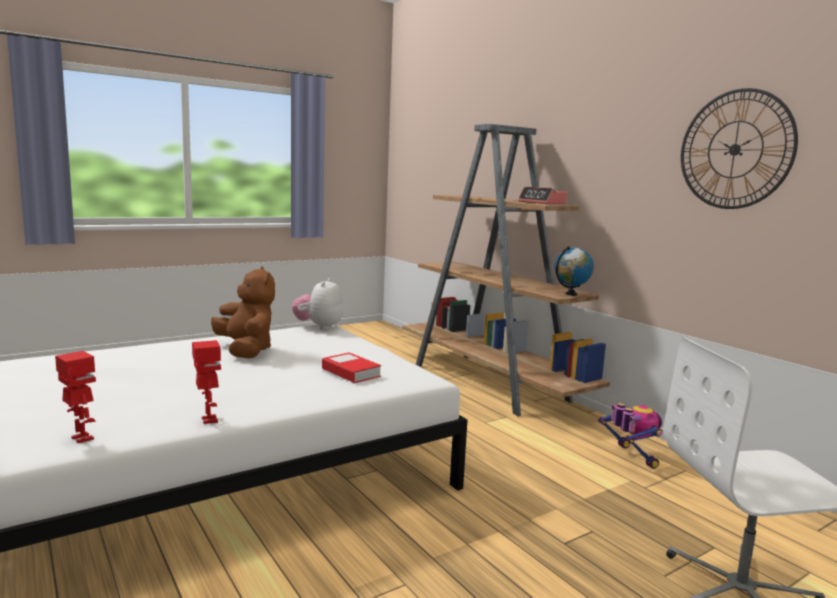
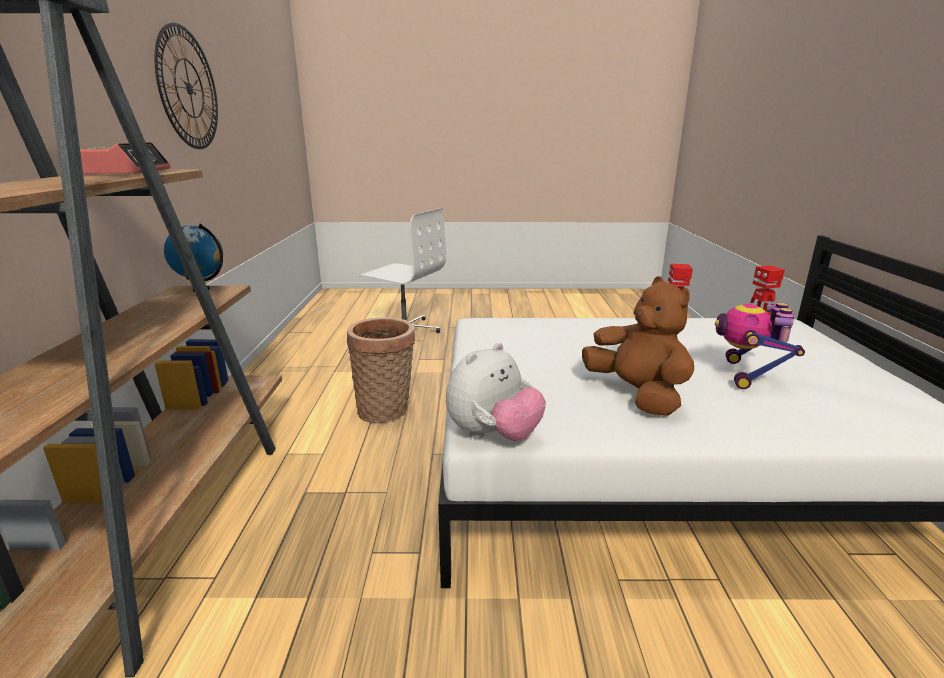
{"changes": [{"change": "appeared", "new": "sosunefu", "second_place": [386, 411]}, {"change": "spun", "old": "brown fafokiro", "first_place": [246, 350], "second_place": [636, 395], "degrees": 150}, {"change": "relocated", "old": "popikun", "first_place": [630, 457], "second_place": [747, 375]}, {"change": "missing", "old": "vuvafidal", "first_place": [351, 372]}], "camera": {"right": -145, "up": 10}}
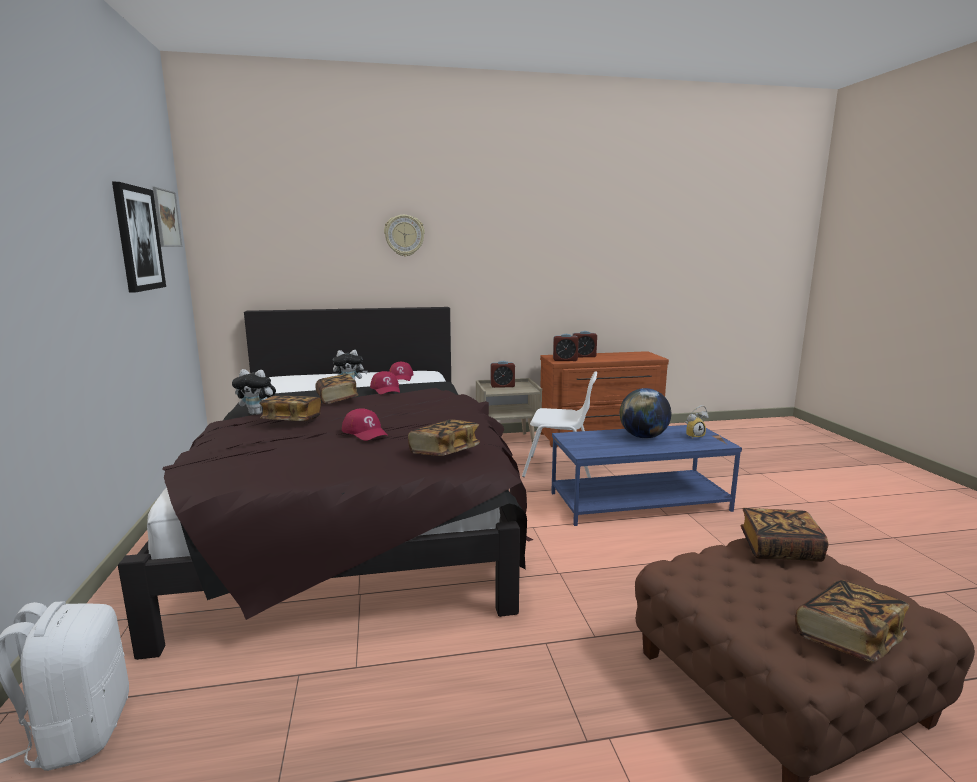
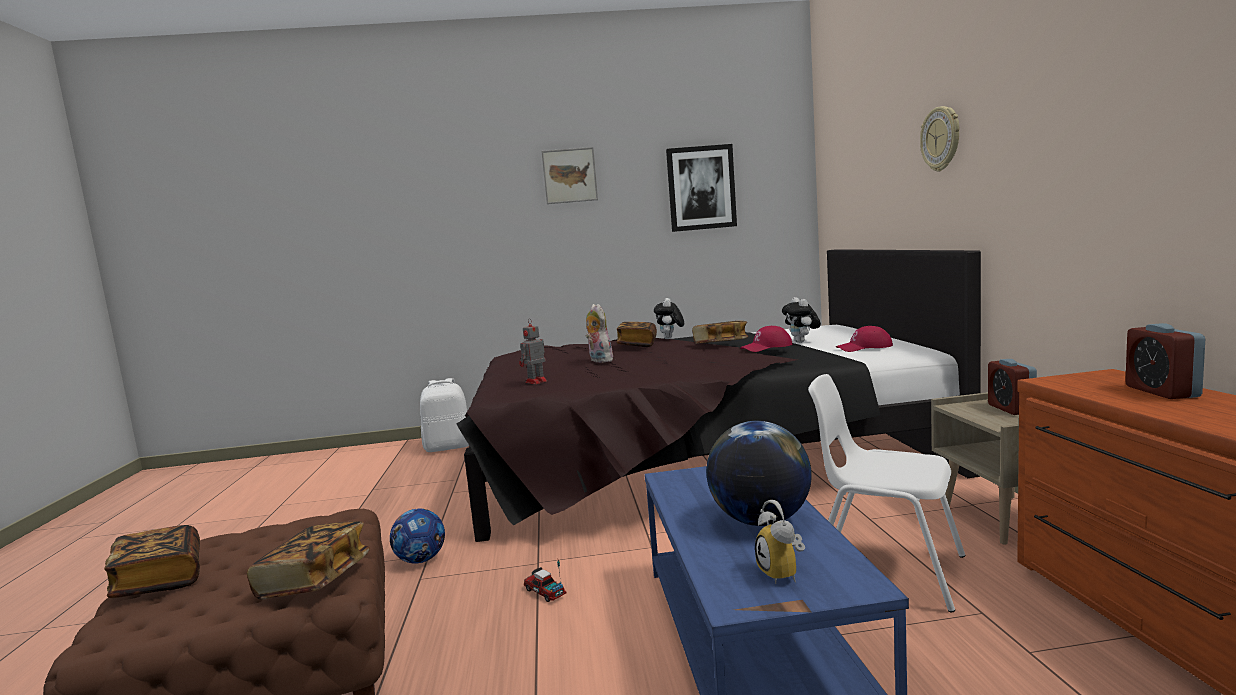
{"changes": [{"change": "appeared", "new": "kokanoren", "second_place": [421, 560]}, {"change": "exchanged", "old": "vuvafidal", "new": "popikun", "first_place": [444, 452], "second_place": [535, 382]}, {"change": "appeared", "new": "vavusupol", "second_place": [544, 592]}, {"change": "relocated", "old": "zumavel", "first_place": [166, 218], "second_place": [569, 175]}, {"change": "exchanged", "old": "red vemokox", "new": "fafokiro", "first_place": [365, 432], "second_place": [599, 361]}, {"change": "spun", "old": "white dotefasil", "first_place": [560, 469], "second_place": [884, 569], "degrees": 105}, {"change": "missing", "old": "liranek", "first_place": [565, 360]}], "camera": {"right": 95, "up": -5}}
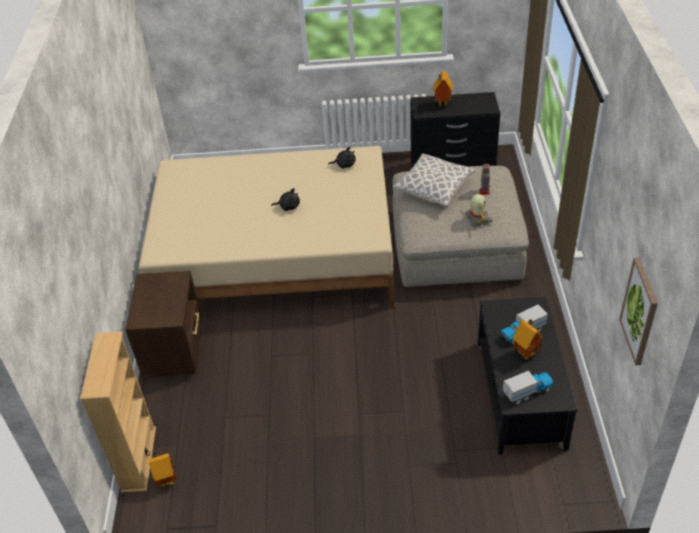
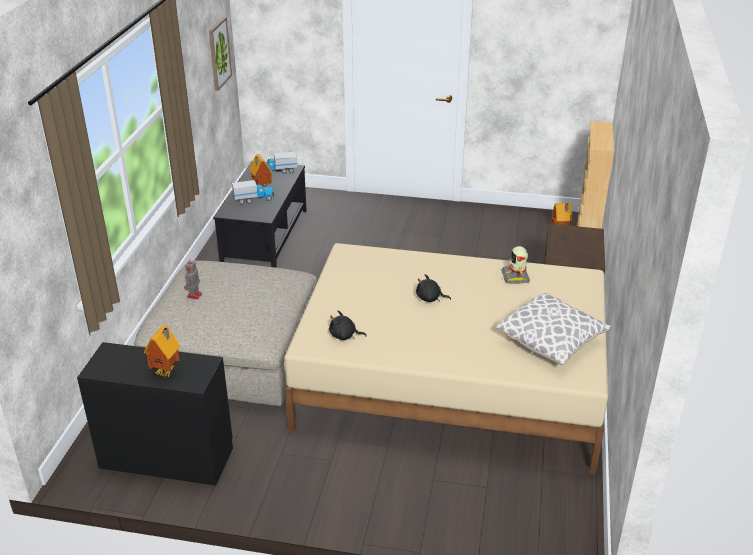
{"changes": [{"change": "relocated", "old": "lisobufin", "first_place": [434, 189], "second_place": [551, 341]}, {"change": "relocated", "old": "popikun", "first_place": [477, 219], "second_place": [516, 277]}], "camera": {"right": -170, "up": -10}}
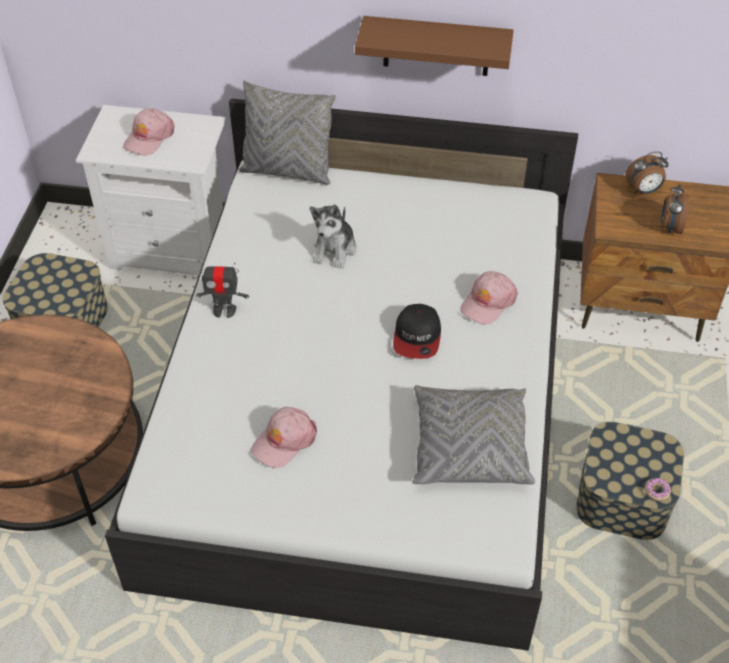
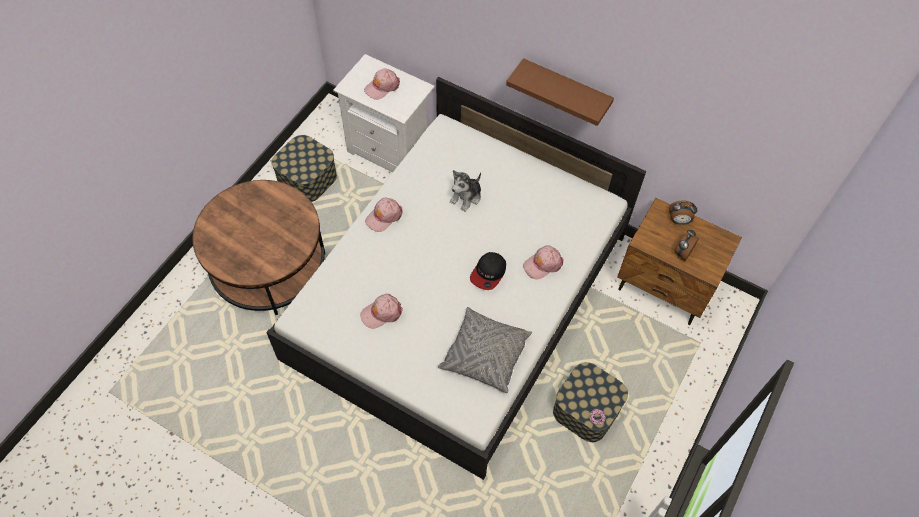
{"changes": [{"change": "exchanged", "old": "popikun", "new": "pink vemokox", "first_place": [224, 310], "second_place": [384, 216]}, {"change": "missing", "old": "grey lisobufin", "first_place": [287, 171]}], "camera": {"right": 20, "up": 10}}
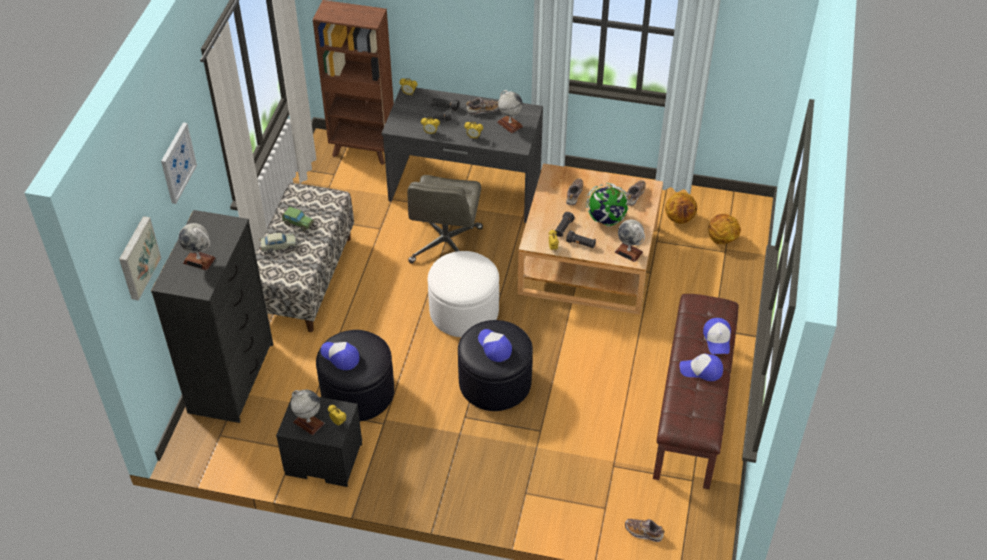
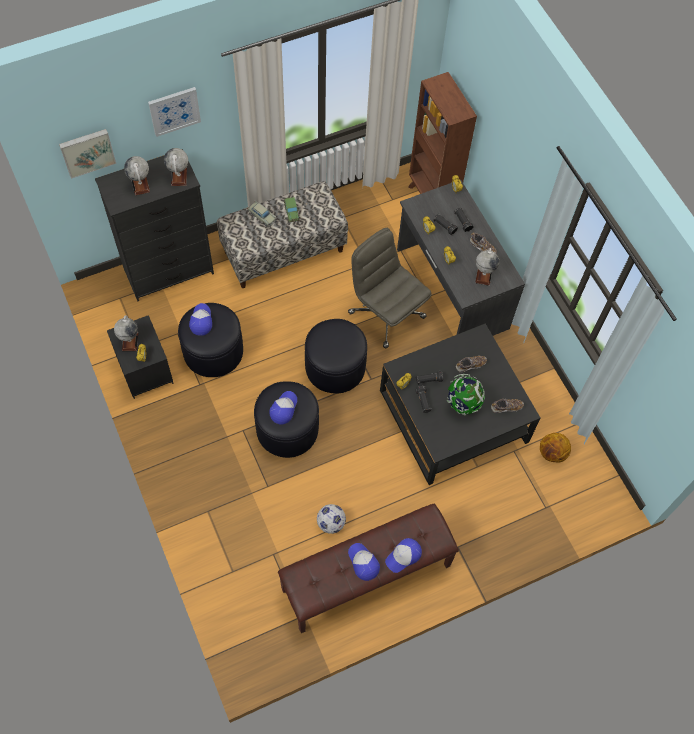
{"changes": [{"change": "relocated", "old": "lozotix", "first_place": [628, 252], "second_place": [179, 177]}, {"change": "colour", "old": "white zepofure", "new": "black zepofure", "first_place": [464, 311], "second_place": [335, 367]}, {"change": "appeared", "new": "kokanoren", "second_place": [331, 523]}, {"change": "spun", "old": "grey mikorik", "first_place": [446, 246], "second_place": [386, 314], "degrees": 75}, {"change": "colour", "old": "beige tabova", "new": "black tabova", "first_place": [588, 259], "second_place": [453, 416]}, {"change": "missing", "old": "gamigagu", "first_place": [643, 532]}, {"change": "missing", "old": "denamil", "first_place": [721, 239]}], "camera": {"right": 50, "up": 15}}
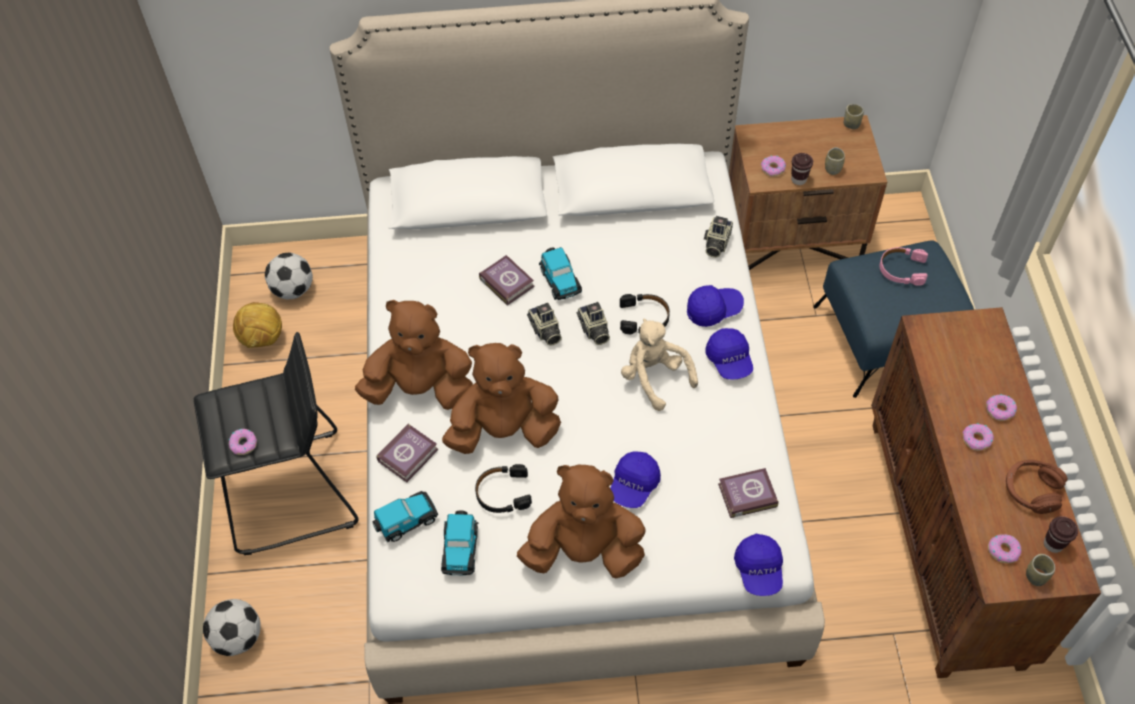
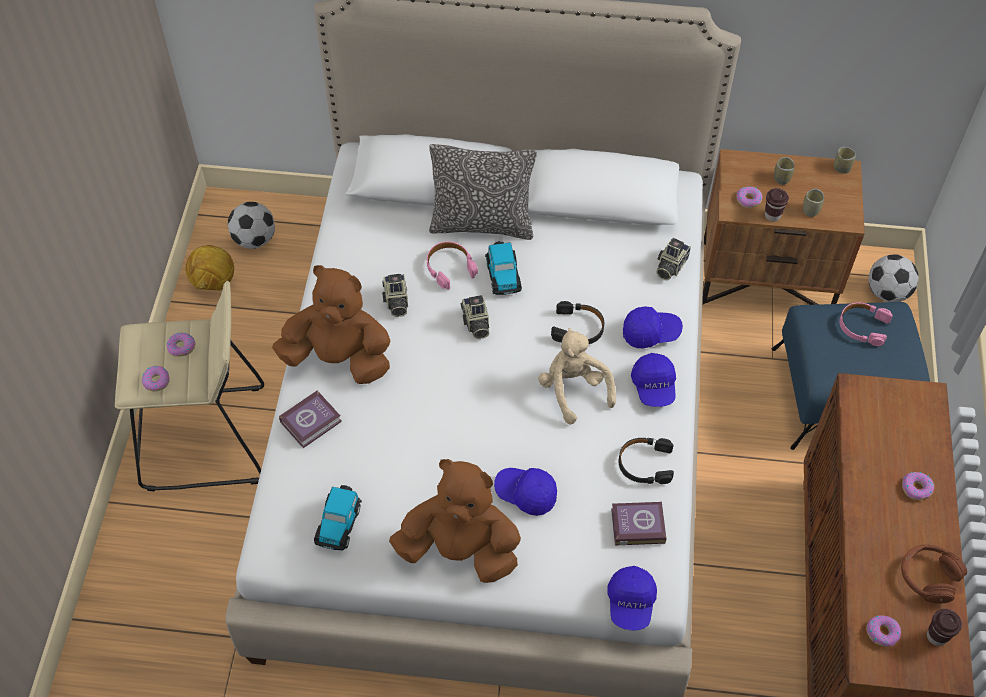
{"changes": [{"change": "colour", "old": "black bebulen", "new": "beige bebulen", "first_place": [290, 494], "second_place": [205, 439]}, {"change": "relocated", "old": "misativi", "first_place": [976, 439], "second_place": [181, 347]}, {"change": "relocated", "old": "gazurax", "first_place": [593, 330], "second_place": [396, 302]}, {"change": "exchanged", "old": "vuvafidal", "new": "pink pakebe", "first_place": [506, 282], "second_place": [450, 267]}, {"change": "appeared", "new": "lisobufin", "second_place": [482, 224]}, {"change": "spun", "old": "blue vemokox", "first_place": [634, 485], "second_place": [526, 494], "degrees": 75}, {"change": "relocated", "old": "black pakebe", "first_place": [503, 493], "second_place": [645, 464]}, {"change": "relocated", "old": "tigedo", "first_place": [1035, 576], "second_place": [781, 178]}, {"change": "relocated", "old": "kokanoren", "first_place": [238, 637], "second_place": [887, 292]}, {"change": "missing", "old": "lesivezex", "first_place": [405, 521]}, {"change": "missing", "old": "brown fafokiro", "first_place": [504, 430]}], "camera": {"right": 10, "up": 0}}
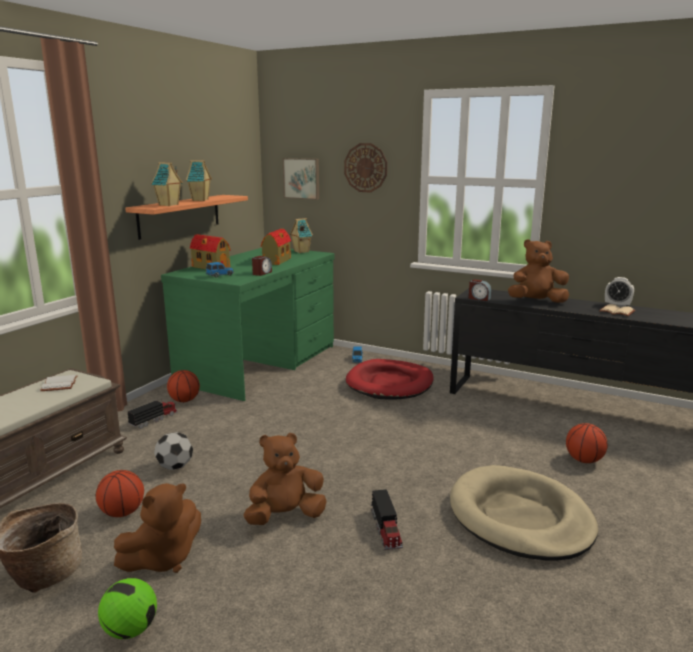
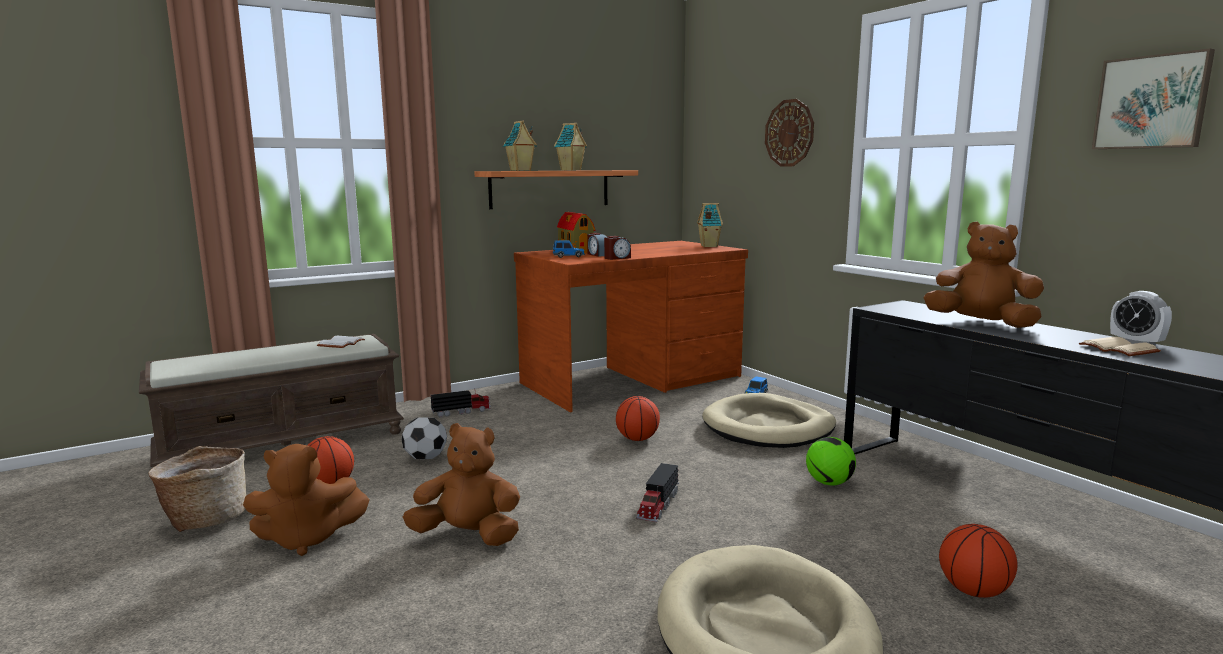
{"changes": [{"change": "colour", "old": "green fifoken", "new": "brown fifoken", "first_place": [260, 364], "second_place": [633, 380]}, {"change": "relocated", "old": "liranek", "first_place": [479, 298], "second_place": [597, 255]}, {"change": "relocated", "old": "denamil", "first_place": [184, 400], "second_place": [637, 439]}, {"change": "relocated", "old": "vavusupol", "first_place": [386, 529], "second_place": [658, 505]}, {"change": "colour", "old": "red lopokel", "new": "beige lopokel", "first_place": [390, 383], "second_place": [768, 427]}, {"change": "relocated", "old": "kokanoren", "first_place": [130, 630], "second_place": [829, 483]}, {"change": "relocated", "old": "zumavel", "first_place": [302, 178], "second_place": [1151, 102]}, {"change": "missing", "old": "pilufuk", "first_place": [276, 261]}], "camera": {"right": 30, "up": -5}}
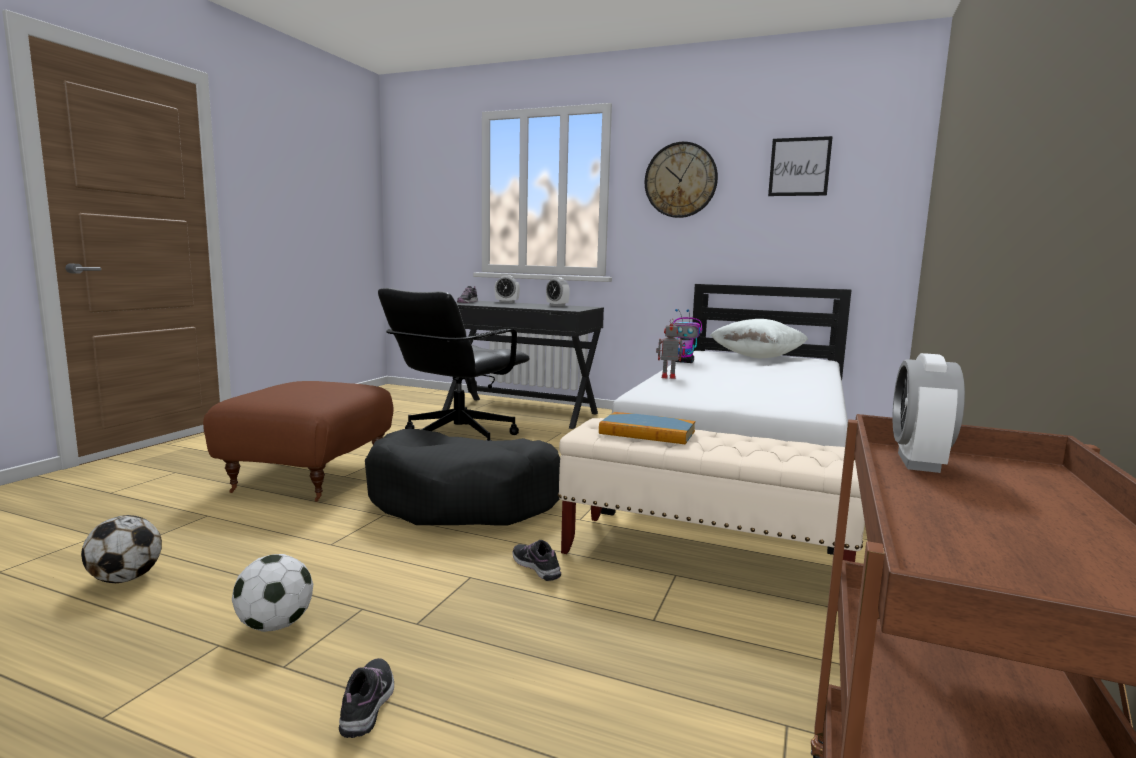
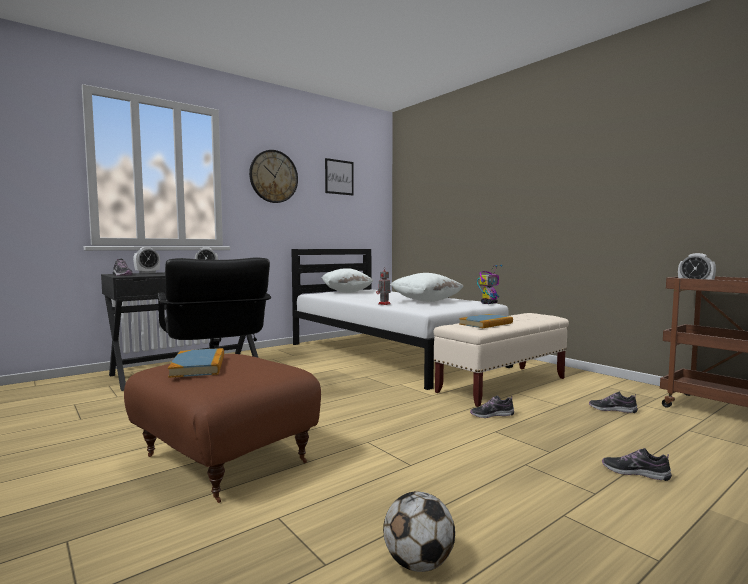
{"changes": [{"change": "appeared", "new": "vuvafidal", "second_place": [198, 366]}, {"change": "appeared", "new": "white lisobufin", "second_place": [426, 301]}, {"change": "relocated", "old": "popikun", "first_place": [684, 362], "second_place": [489, 303]}, {"change": "appeared", "new": "gamigagu", "second_place": [612, 410]}, {"change": "missing", "old": "kokanoren", "first_place": [276, 625]}, {"change": "missing", "old": "black lopokel", "first_place": [465, 501]}], "camera": {"right": -60, "up": -5}}
